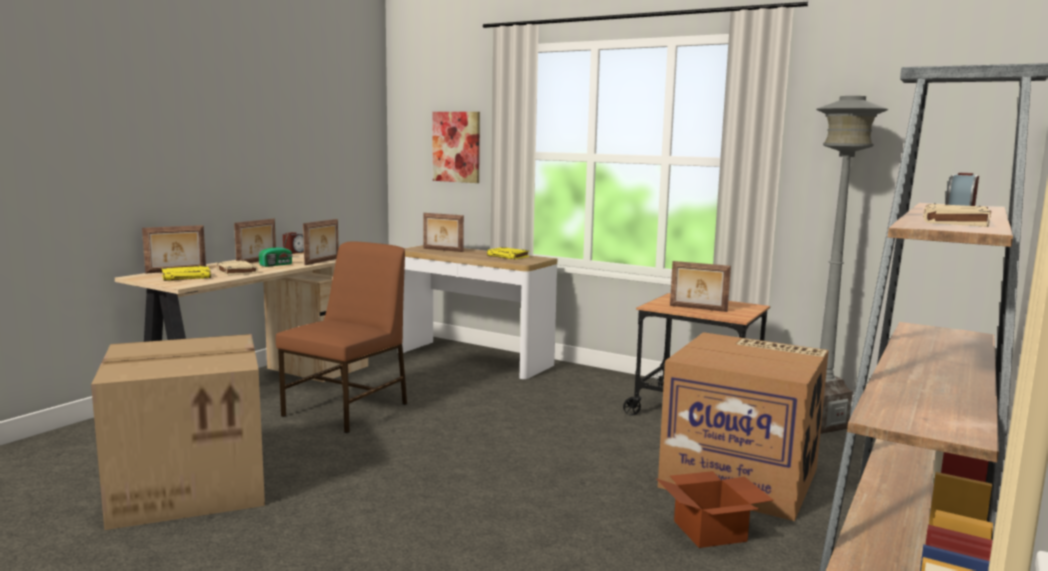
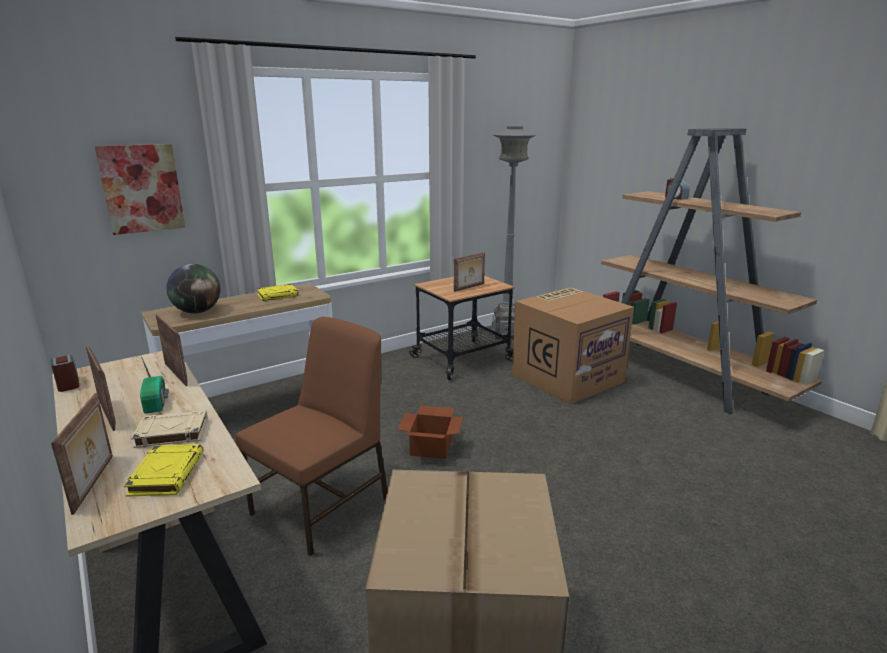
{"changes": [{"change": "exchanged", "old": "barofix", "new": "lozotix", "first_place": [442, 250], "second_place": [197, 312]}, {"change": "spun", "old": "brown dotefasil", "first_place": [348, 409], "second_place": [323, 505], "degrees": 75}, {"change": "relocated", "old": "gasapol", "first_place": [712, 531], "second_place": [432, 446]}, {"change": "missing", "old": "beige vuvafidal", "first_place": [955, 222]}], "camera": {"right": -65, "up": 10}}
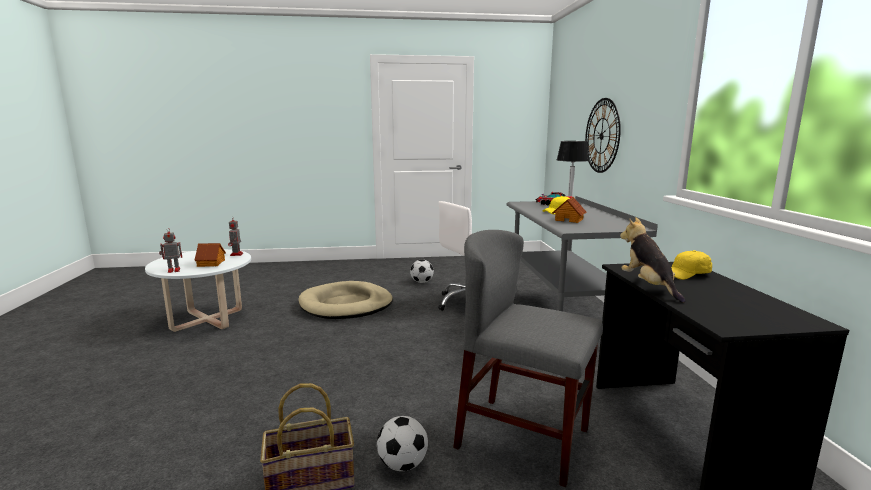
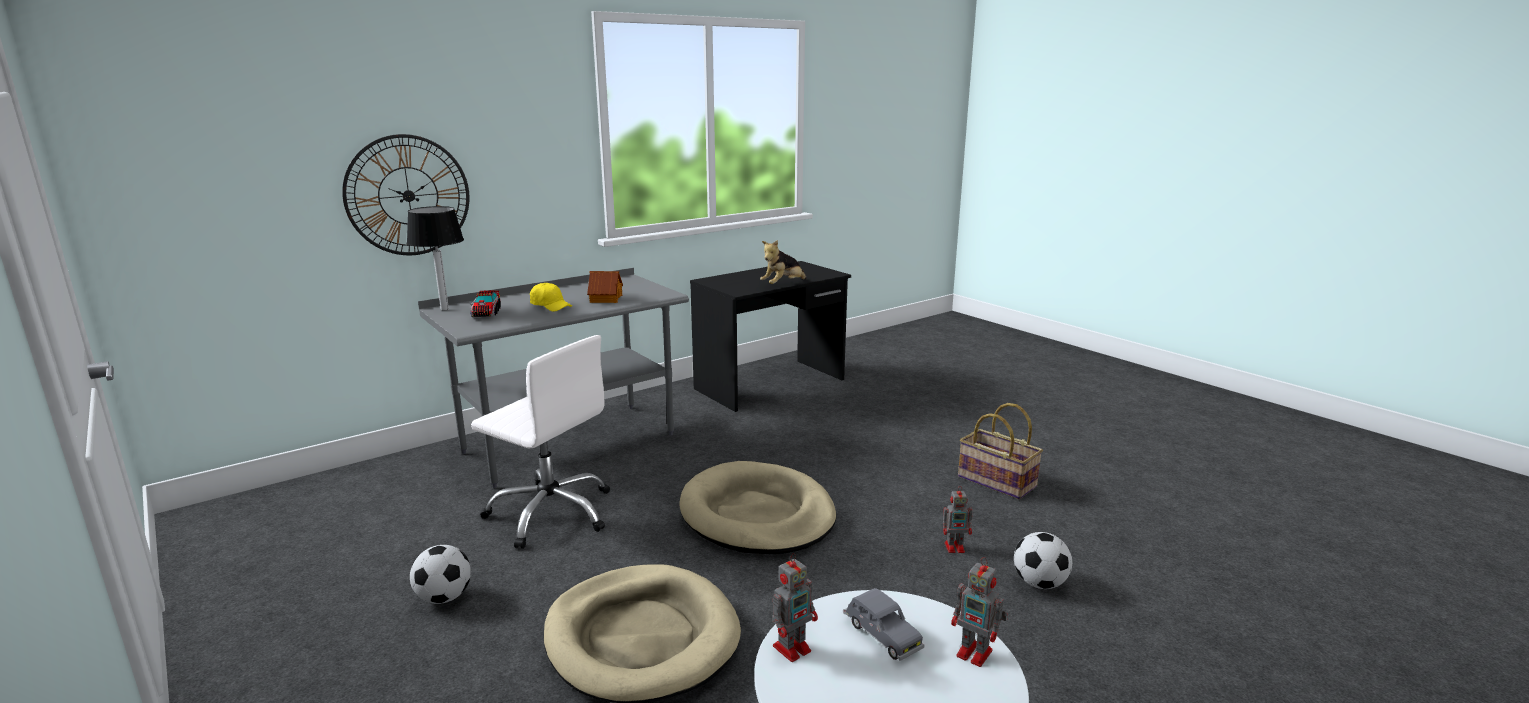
{"changes": [{"change": "appeared", "new": "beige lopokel", "second_place": [757, 514]}, {"change": "exchanged", "old": "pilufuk", "new": "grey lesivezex", "first_place": [211, 263], "second_place": [881, 636]}, {"change": "appeared", "new": "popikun", "second_place": [955, 547]}, {"change": "relocated", "old": "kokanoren", "first_place": [403, 464], "second_place": [1039, 583]}, {"change": "missing", "old": "grey dotefasil", "first_place": [523, 438]}, {"change": "missing", "old": "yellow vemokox", "first_place": [687, 274]}], "camera": {"right": -120, "up": 5}}
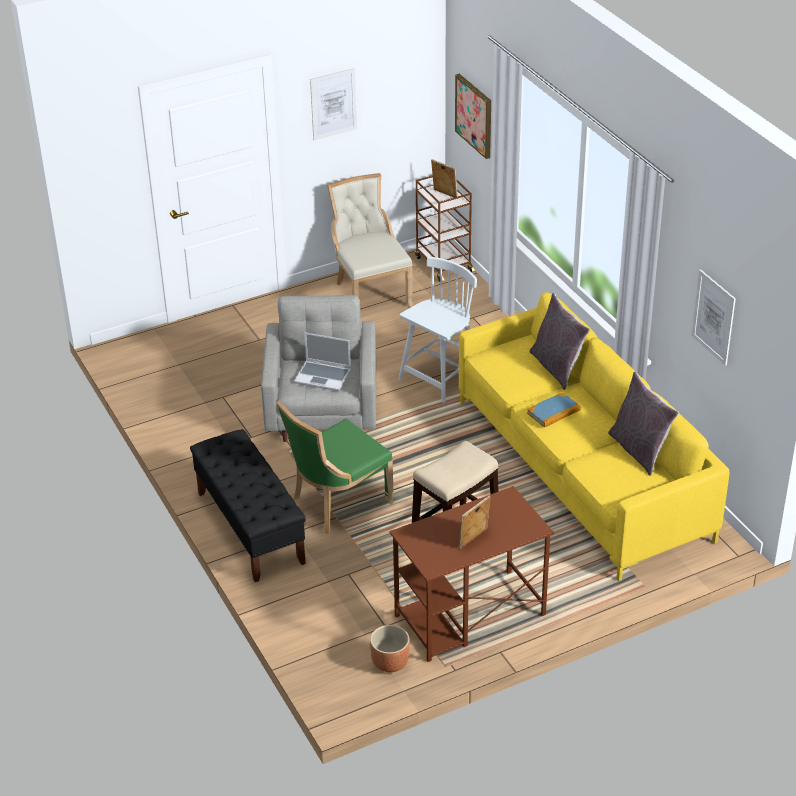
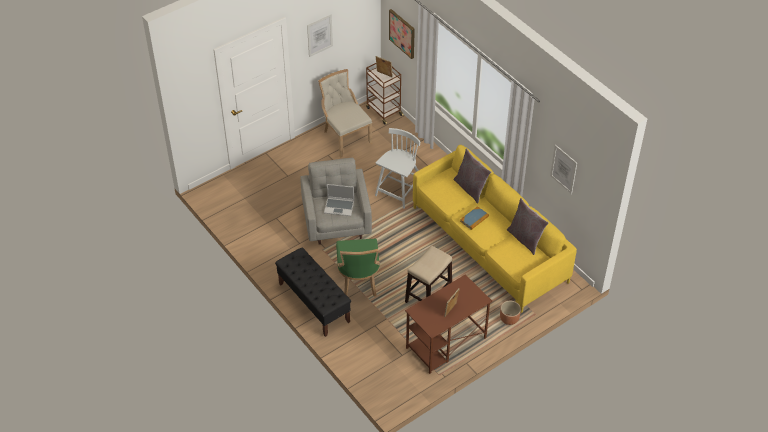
{"changes": [{"change": "spun", "old": "green dotefasil", "first_place": [337, 504], "second_place": [358, 282], "degrees": -45}, {"change": "relocated", "old": "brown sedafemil", "first_place": [390, 662], "second_place": [509, 319]}], "camera": {"right": -10, "up": 10}}
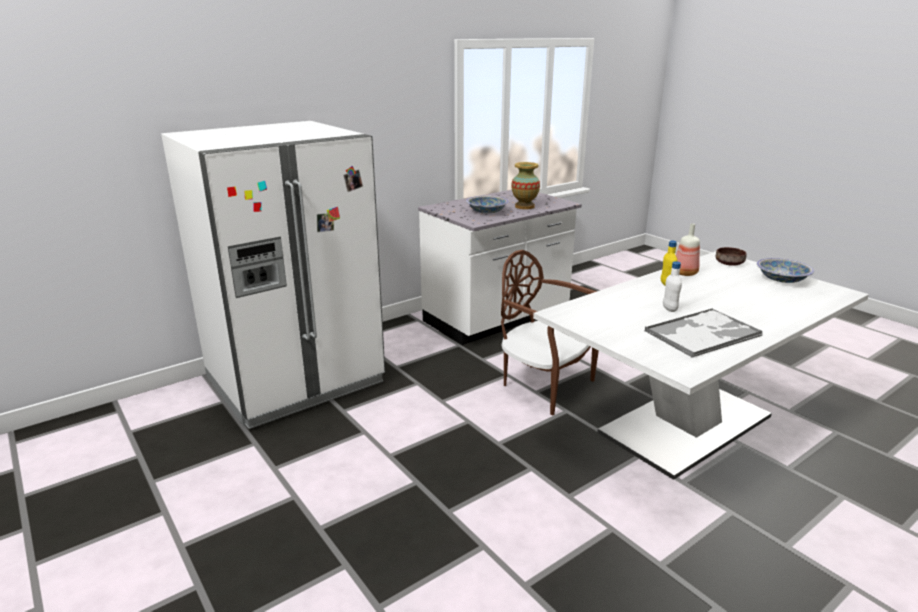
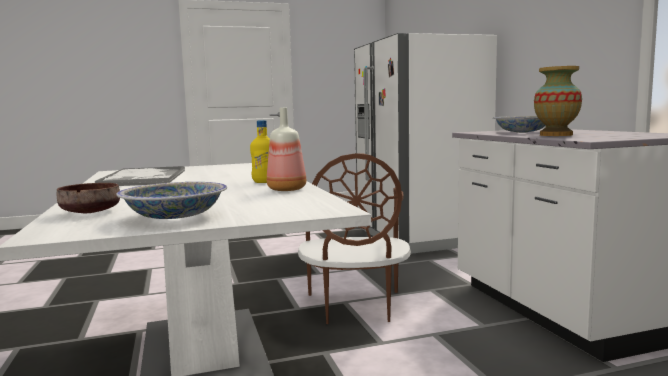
{"changes": [{"change": "relocated", "old": "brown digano", "first_place": [728, 263], "second_place": [91, 212]}, {"change": "spun", "old": "brown dotefasil", "first_place": [544, 385], "second_place": [355, 307], "degrees": 120}, {"change": "missing", "old": "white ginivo", "first_place": [669, 309]}], "camera": {"right": 110, "up": -15}}
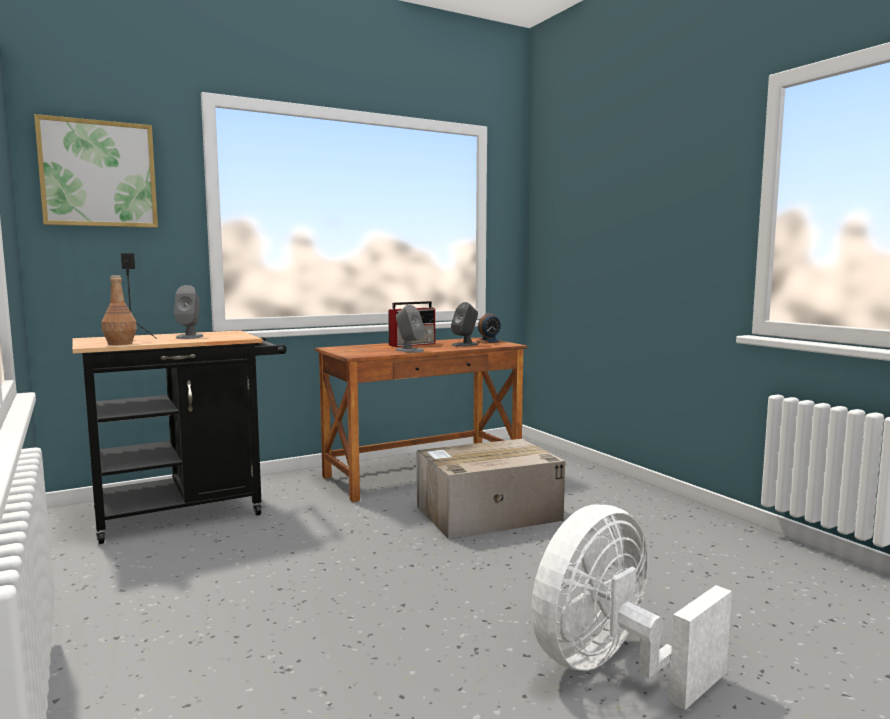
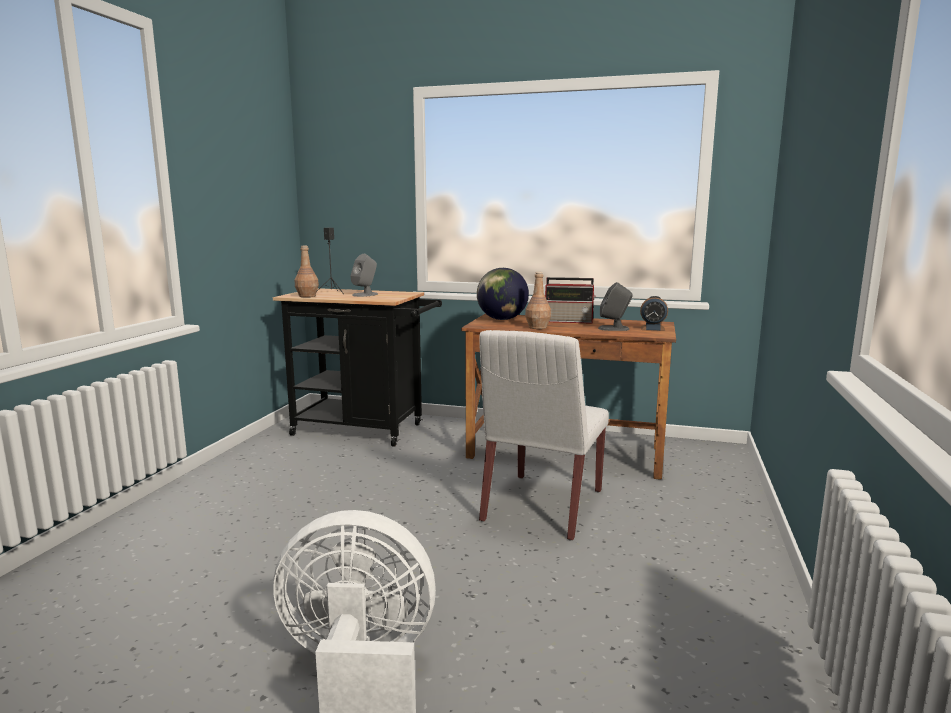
{"changes": [{"change": "appeared", "new": "lozotix", "second_place": [501, 319]}, {"change": "exchanged", "old": "gasapol", "new": "white dotefasil", "first_place": [486, 513], "second_place": [542, 506]}, {"change": "exchanged", "old": "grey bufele", "new": "brown ginivo", "first_place": [409, 350], "second_place": [538, 327]}, {"change": "missing", "old": "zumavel", "first_place": [98, 174]}], "camera": {"right": 45, "up": 5}}
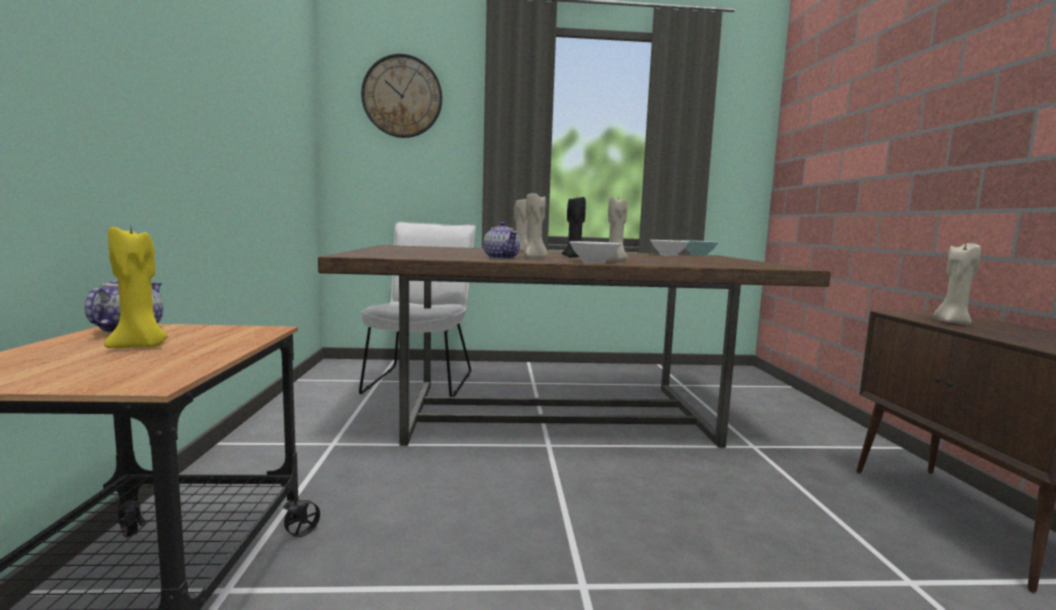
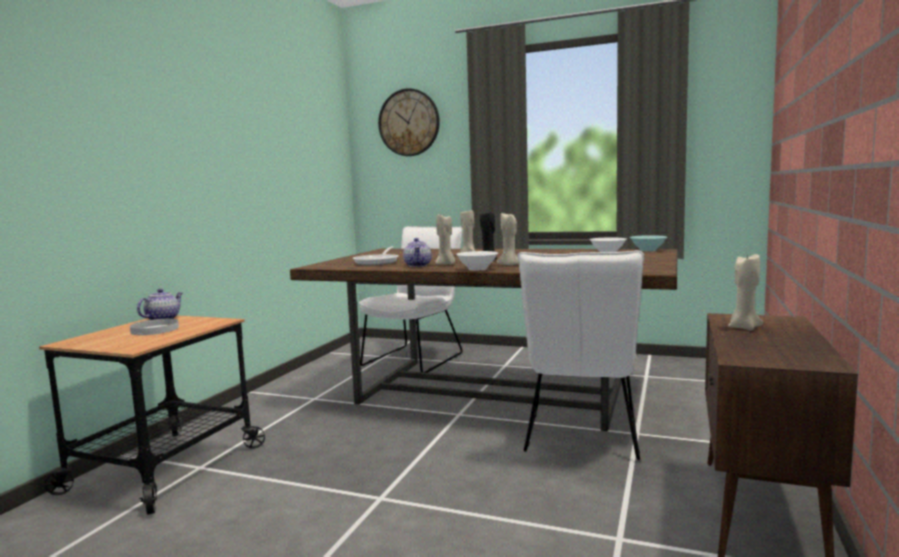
{"changes": [{"change": "exchanged", "old": "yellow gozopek", "new": "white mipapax", "first_place": [140, 347], "second_place": [154, 329]}, {"change": "appeared", "new": "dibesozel", "second_place": [378, 262]}, {"change": "appeared", "new": "white dotefasil", "second_place": [581, 436]}], "camera": {"right": 25, "up": 0}}
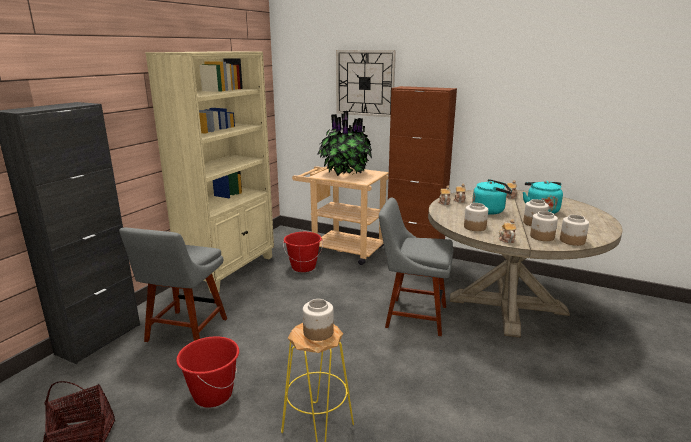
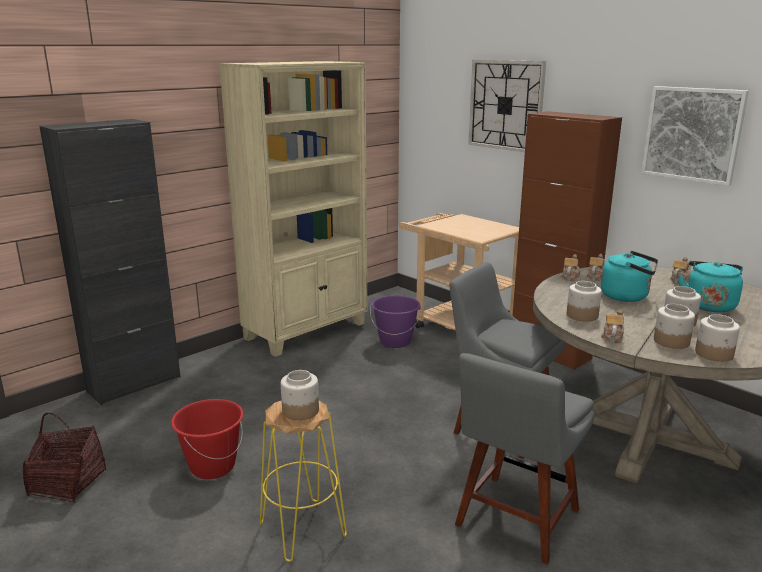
{"changes": [{"change": "colour", "old": "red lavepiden", "new": "purple lavepiden", "first_place": [303, 267], "second_place": [395, 341]}, {"change": "relocated", "old": "grey dotefasil", "first_place": [184, 332], "second_place": [515, 521]}, {"change": "appeared", "new": "zumavel", "second_place": [692, 134]}, {"change": "missing", "old": "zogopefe", "first_place": [344, 174]}], "camera": {"right": 20, "up": 0}}
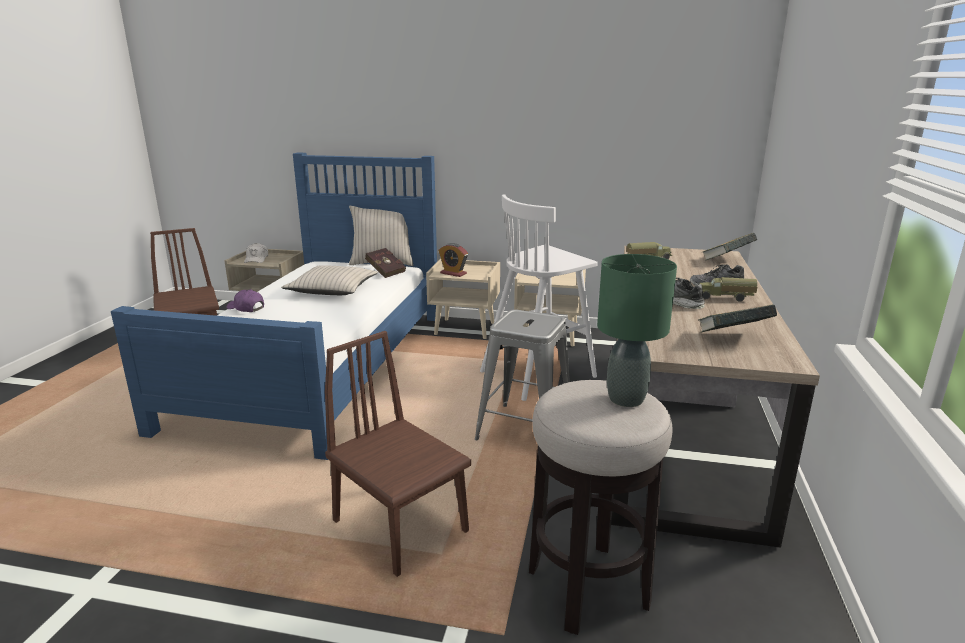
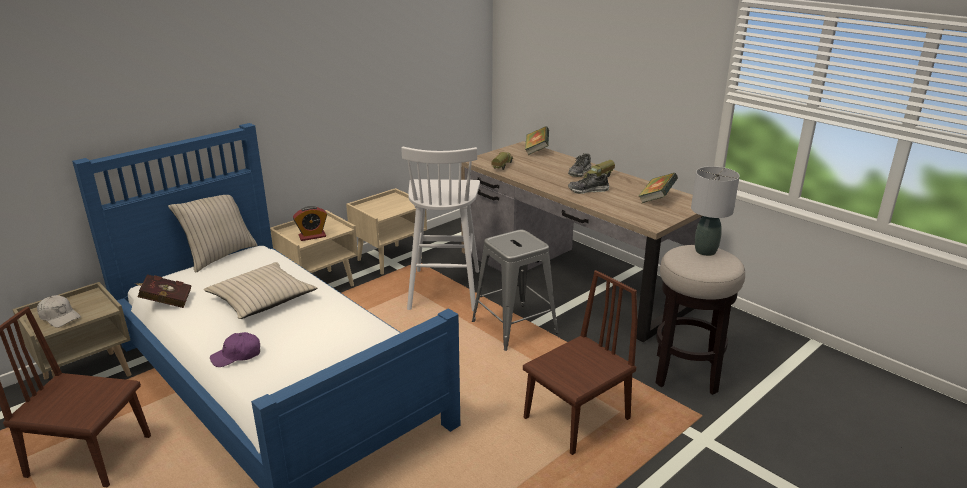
{"changes": [{"change": "relocated", "old": "red vuvafidal", "first_place": [385, 272], "second_place": [165, 301]}, {"change": "spun", "old": "brown dotefasil", "first_place": [400, 526], "second_place": [576, 418], "degrees": 150}, {"change": "colour", "old": "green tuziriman", "new": "grey tuziriman", "first_place": [626, 399], "second_place": [705, 251]}], "camera": {"right": -55, "up": 5}}
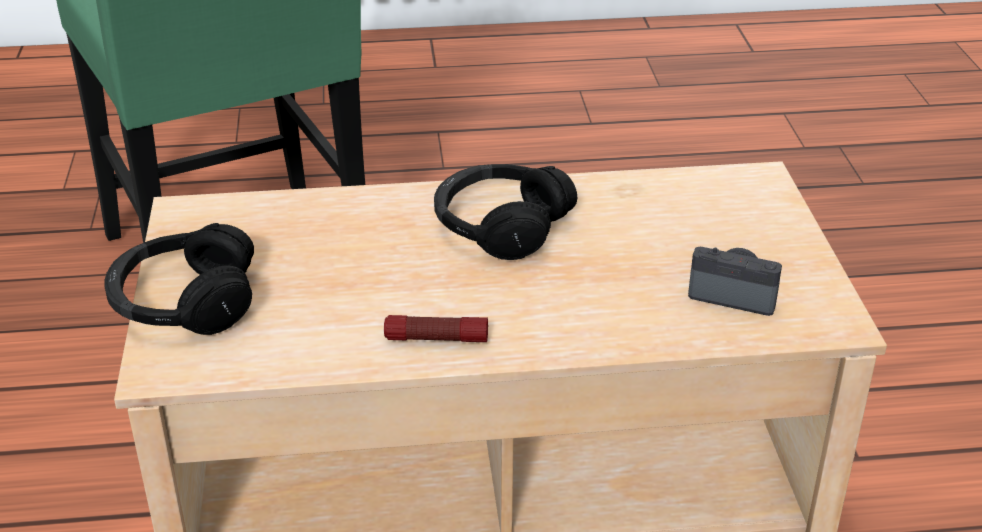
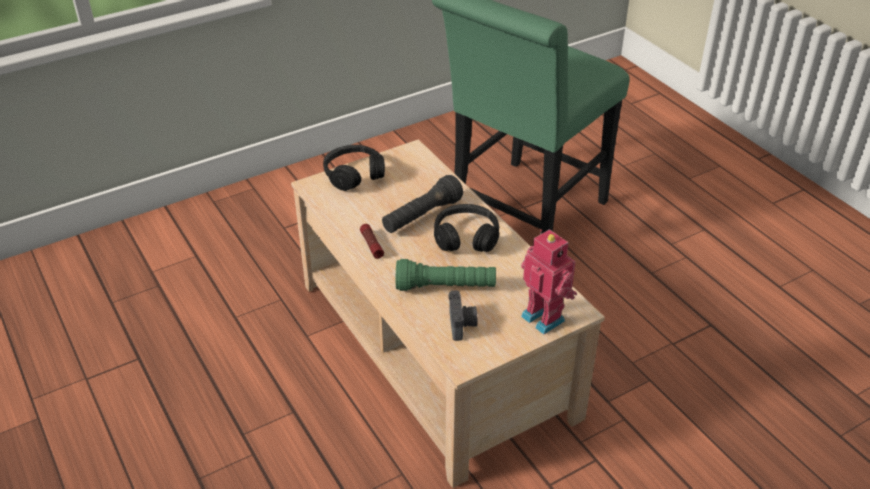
{"changes": [{"change": "appeared", "new": "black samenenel", "second_place": [422, 216]}, {"change": "appeared", "new": "green samenenel", "second_place": [445, 287]}, {"change": "appeared", "new": "popikun", "second_place": [545, 317]}], "camera": {"right": 65, "up": 5}}
